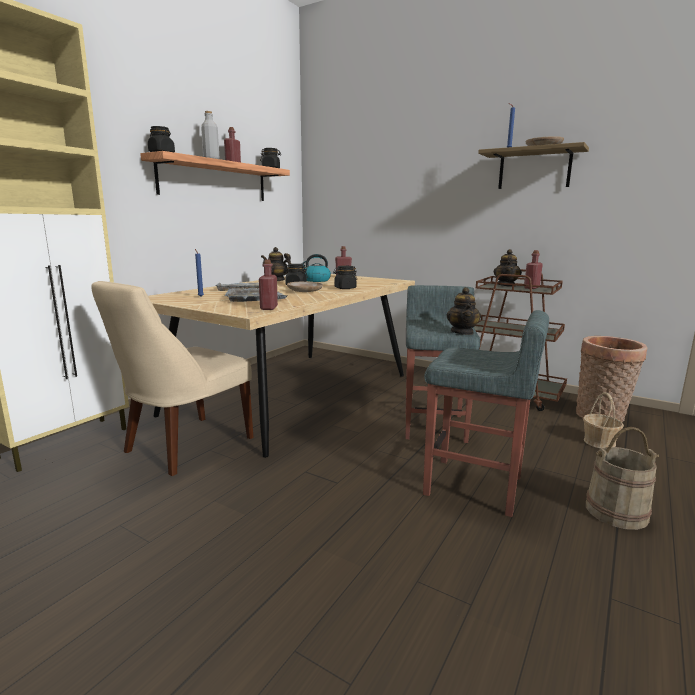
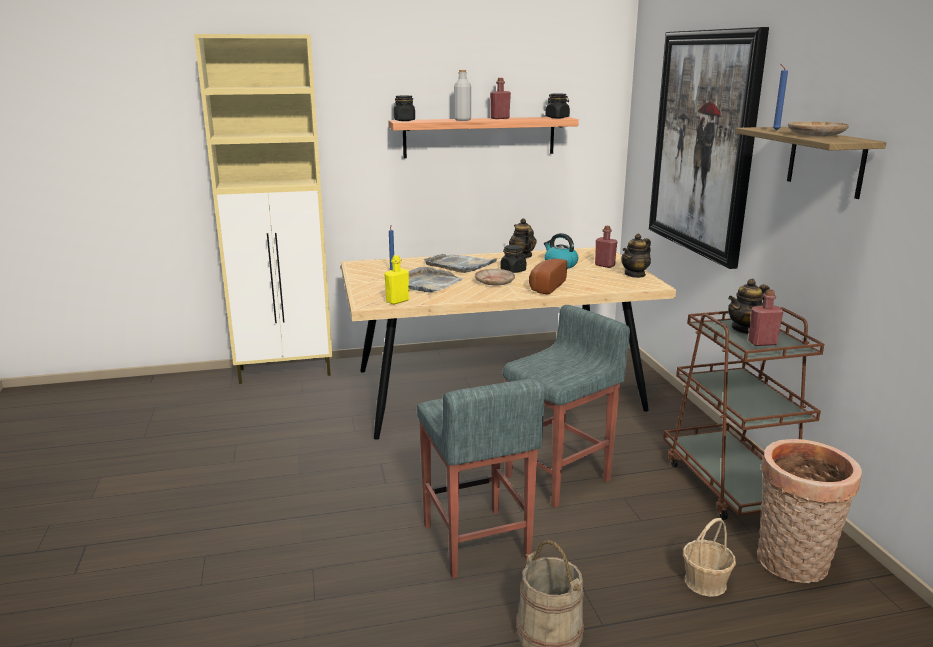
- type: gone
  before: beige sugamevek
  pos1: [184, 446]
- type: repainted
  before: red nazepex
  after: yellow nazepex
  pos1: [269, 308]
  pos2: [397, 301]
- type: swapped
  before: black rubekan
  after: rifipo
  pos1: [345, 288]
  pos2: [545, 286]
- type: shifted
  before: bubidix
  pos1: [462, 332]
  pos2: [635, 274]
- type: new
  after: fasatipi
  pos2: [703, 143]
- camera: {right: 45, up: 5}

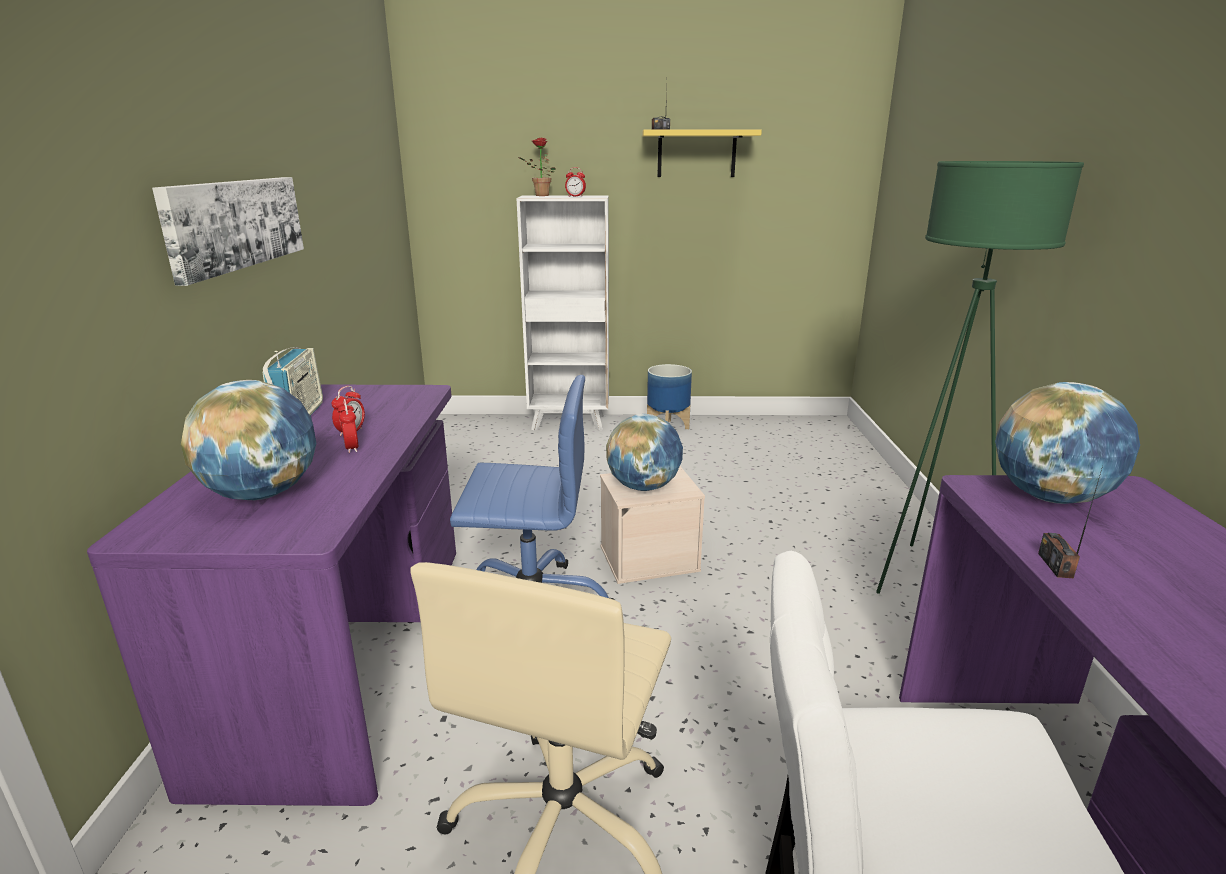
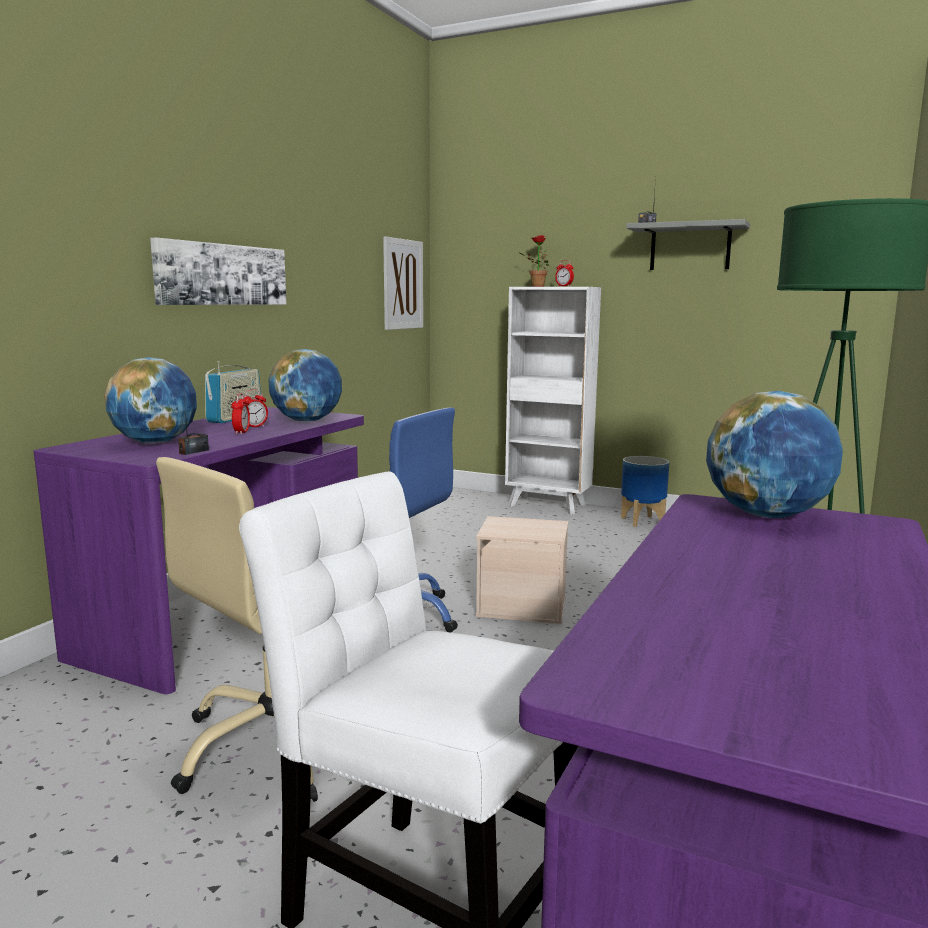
- type: shifted
  before: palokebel
  pos1: [644, 487]
  pos2: [307, 421]
- type: repainted
  before: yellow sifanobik
  after: grey sifanobik
  pos1: [696, 154]
  pos2: [690, 247]
- type: shifted
  before: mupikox
  pos1: [1055, 565]
  pos2: [194, 452]
- type: new
  after: fasatipi
  pos2: [402, 284]
- camera: {right: 25, up: -10}

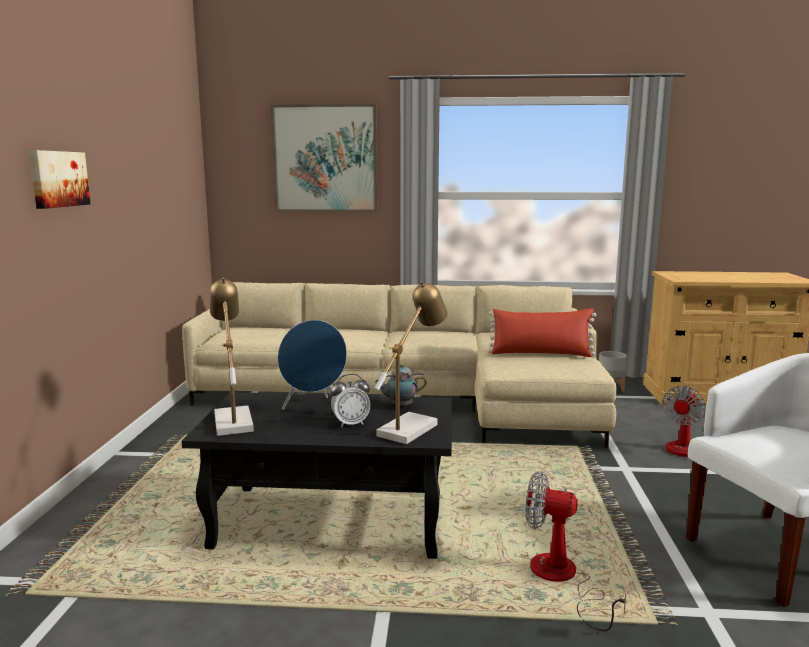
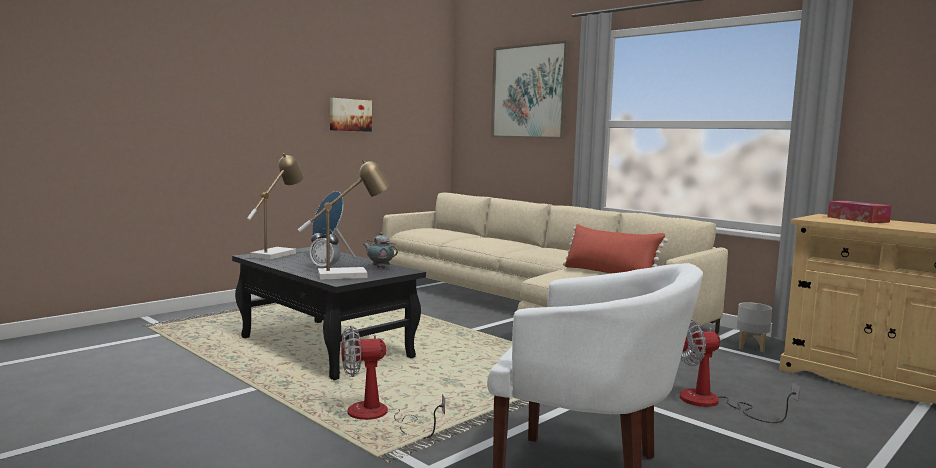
- type: shifted
  before: fasatipi
  pos1: [58, 179]
  pos2: [350, 115]
- type: rotated
  before: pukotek
  pos1: [562, 580]
  pos2: [379, 417]
  turn: -75
- type: new
  after: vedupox
  pos2: [857, 219]
- camera: {right: 40, up: -5}

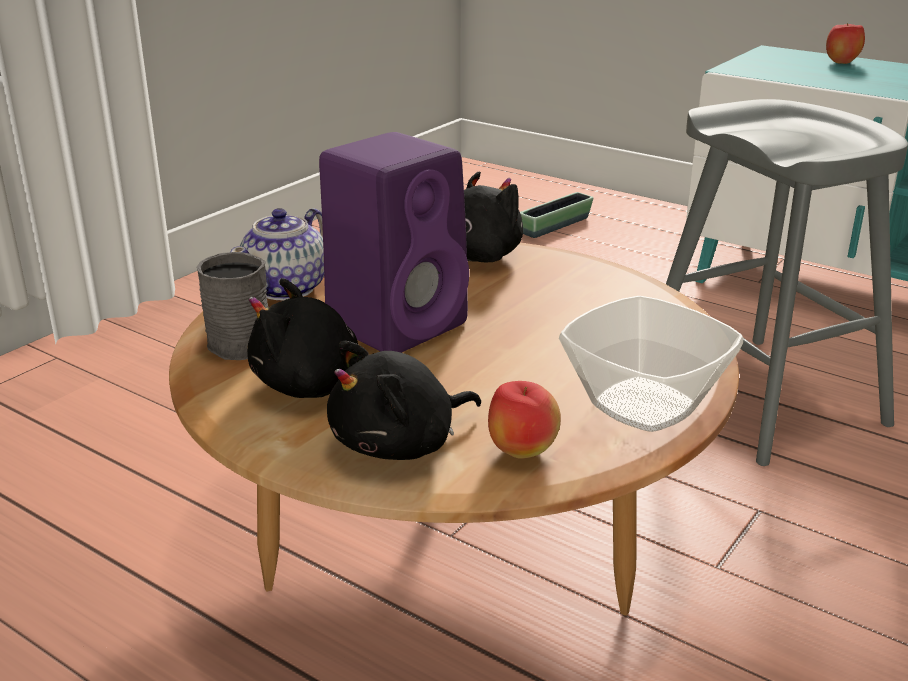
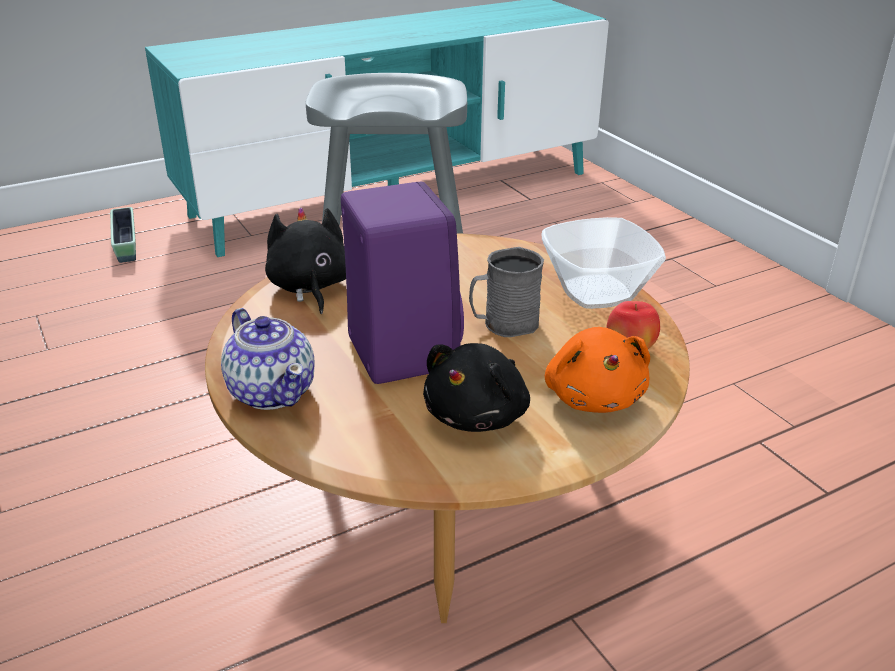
- type: shifted
  before: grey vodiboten
  pos1: [234, 341]
  pos2: [503, 324]
- type: repainted
  before: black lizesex
  after: orange lizesex
  pos1: [400, 444]
  pos2: [593, 396]
- type: shifted
  before: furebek
  pos1: [555, 226]
  pos2: [126, 245]
- type: gone
  before: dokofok
  pos1: [841, 63]
- camera: {right: -65, up: 5}

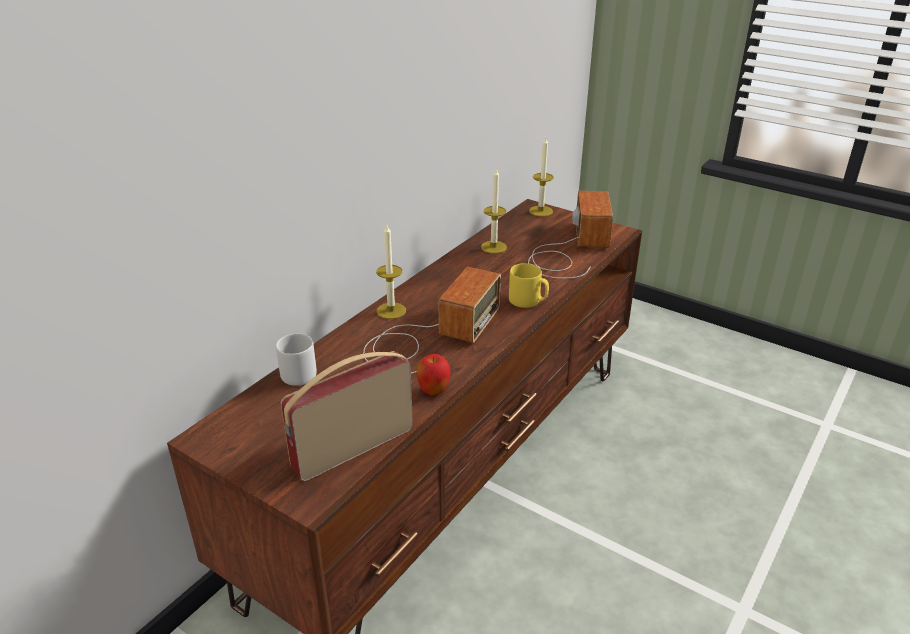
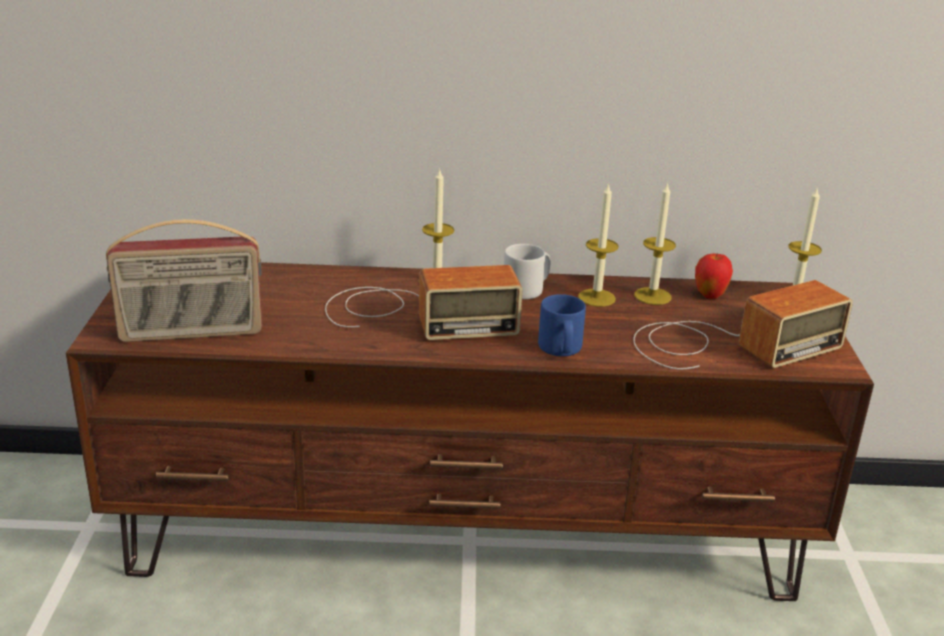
- type: shifted
  before: grey vodiboten
  pos1: [299, 372]
  pos2: [527, 290]
- type: rotated
  before: mupikox
  pos1: [352, 447]
  pos2: [191, 333]
  turn: 150
- type: shifted
  before: dokofok
  pos1: [433, 392]
  pos2: [710, 296]
- type: repainted
  before: yellow vodiboten
  after: blue vodiboten
  pos1: [528, 301]
  pos2: [561, 349]
- type: new
  after: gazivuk
  pos2: [596, 298]
- camera: {right: 55, up: -5}

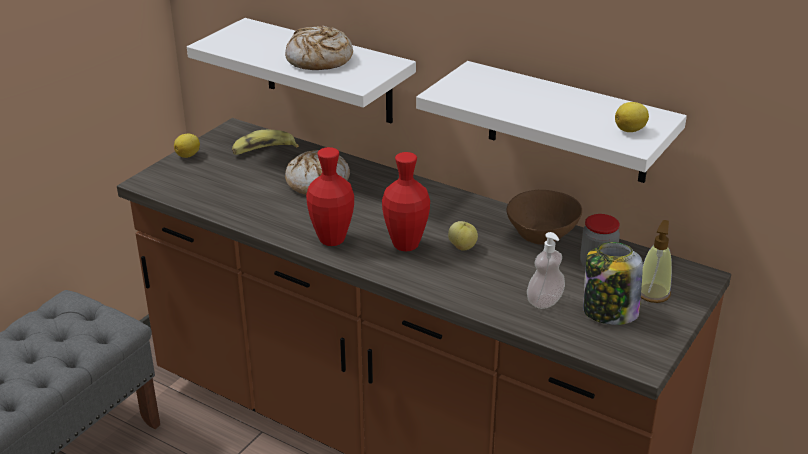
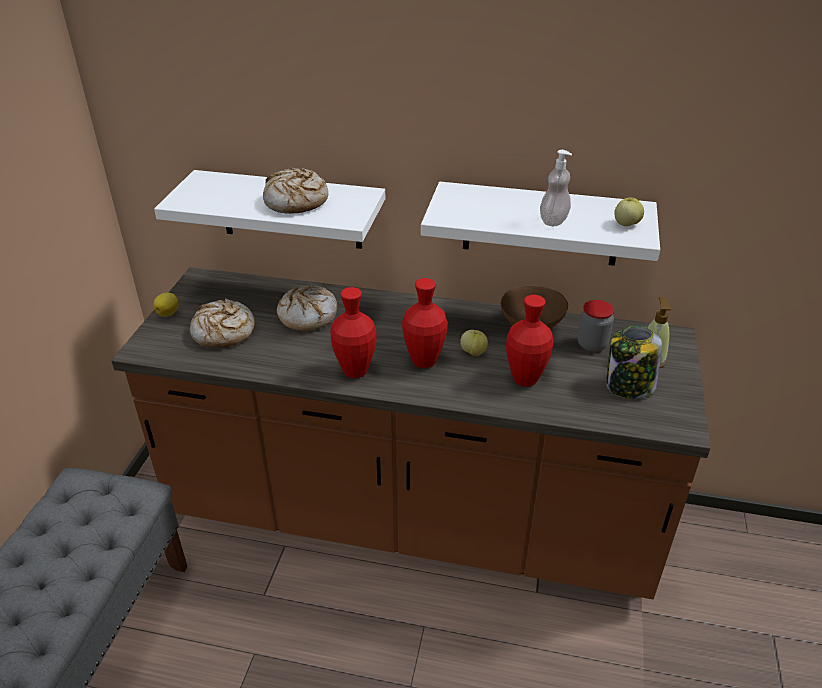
- type: gone
  before: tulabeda
  pos1: [263, 150]
- type: shifted
  before: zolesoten
  pos1: [544, 301]
  pos2: [553, 221]
- type: swapped
  before: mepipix
  after: dokofok
  pos1: [631, 130]
  pos2: [626, 224]
- type: new
  after: rifipo
  pos2: [223, 332]
- type: new
  after: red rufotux
  pos2: [525, 380]
- camera: {right: -20, up: 5}

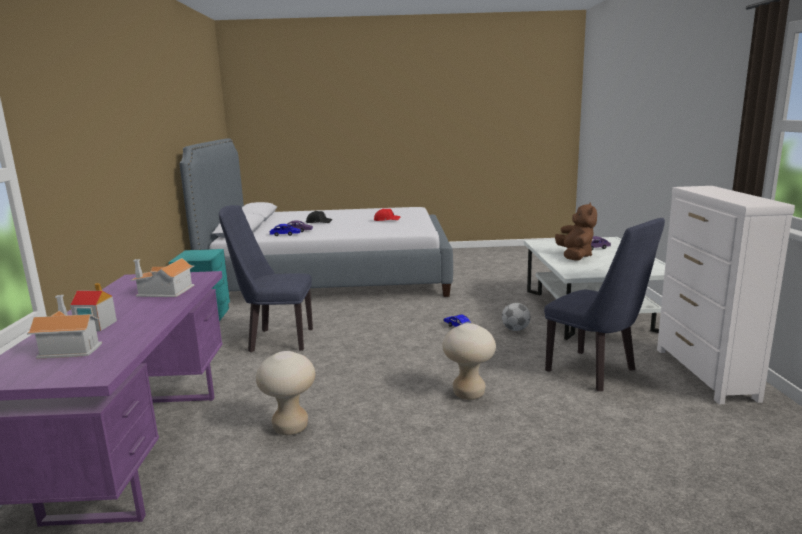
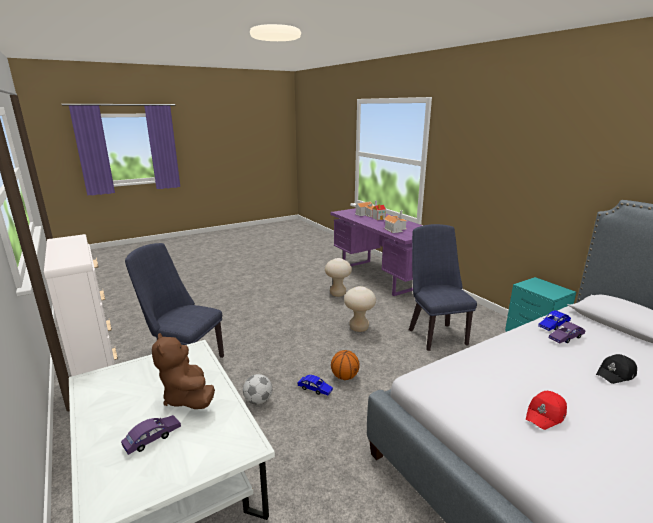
- type: rotated
  before: blue sugamevek
  pos1: [275, 340]
  pos2: [435, 334]
  turn: -75
- type: shifted
  before: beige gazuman
  pos1: [468, 394]
  pos2: [359, 328]
- type: new
  after: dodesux
  pos2: [345, 377]
- camera: {right: 150, up: 5}

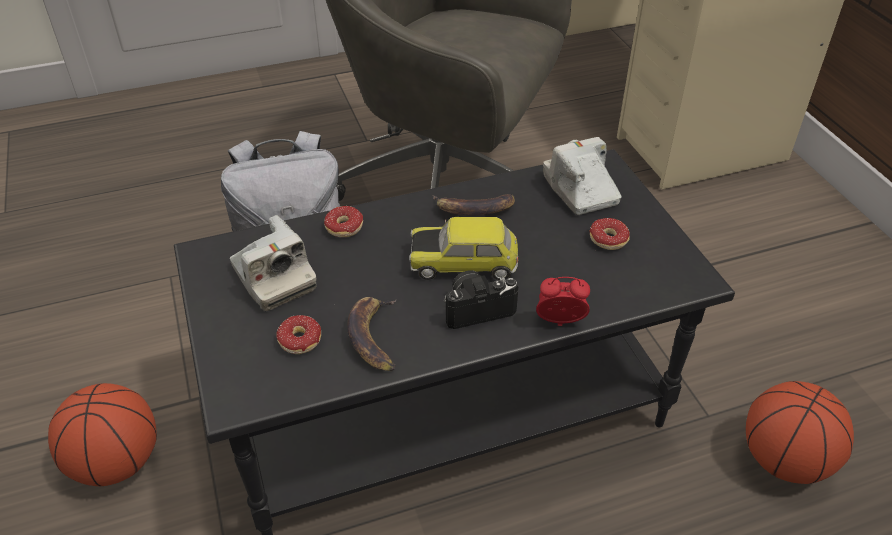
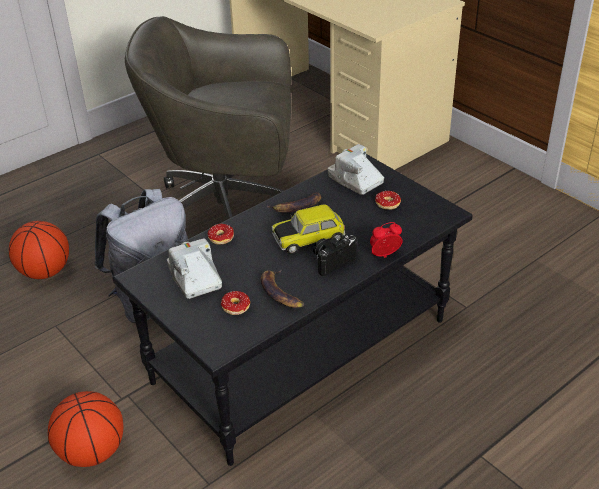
- type: rotated
  before: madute
  pos1: [274, 278]
  pos2: [195, 278]
  turn: -150
- type: shifted
  before: dodesux
  pos1: [784, 461]
  pos2: [45, 272]
- camera: {right: -20, up: -5}

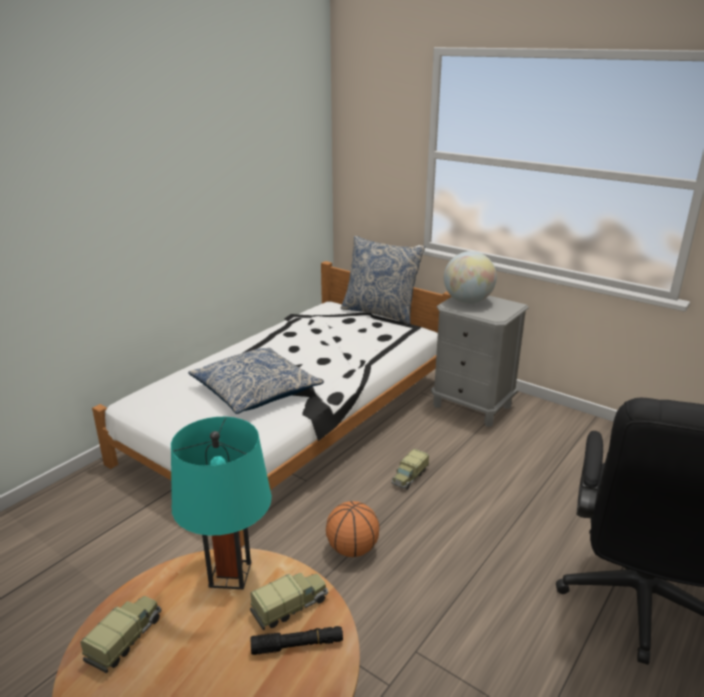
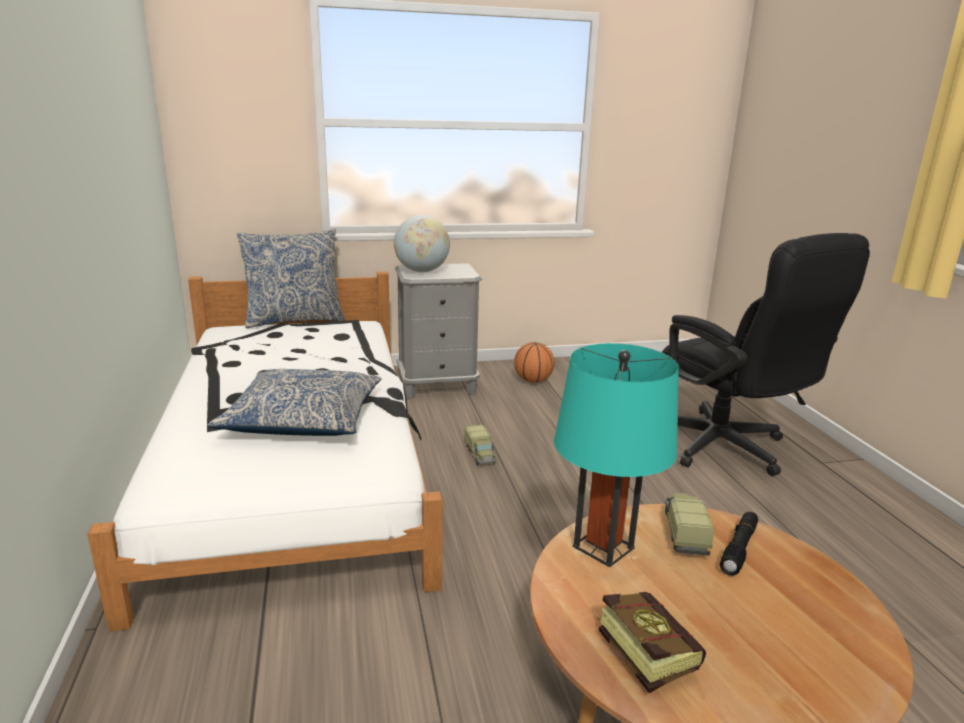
- type: swapped
  before: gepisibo
  after: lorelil
  pos1: [126, 639]
  pos2: [639, 650]
- type: shifted
  before: dodesux
  pos1: [352, 549]
  pos2: [533, 381]
- camera: {right: -50, up: -5}

